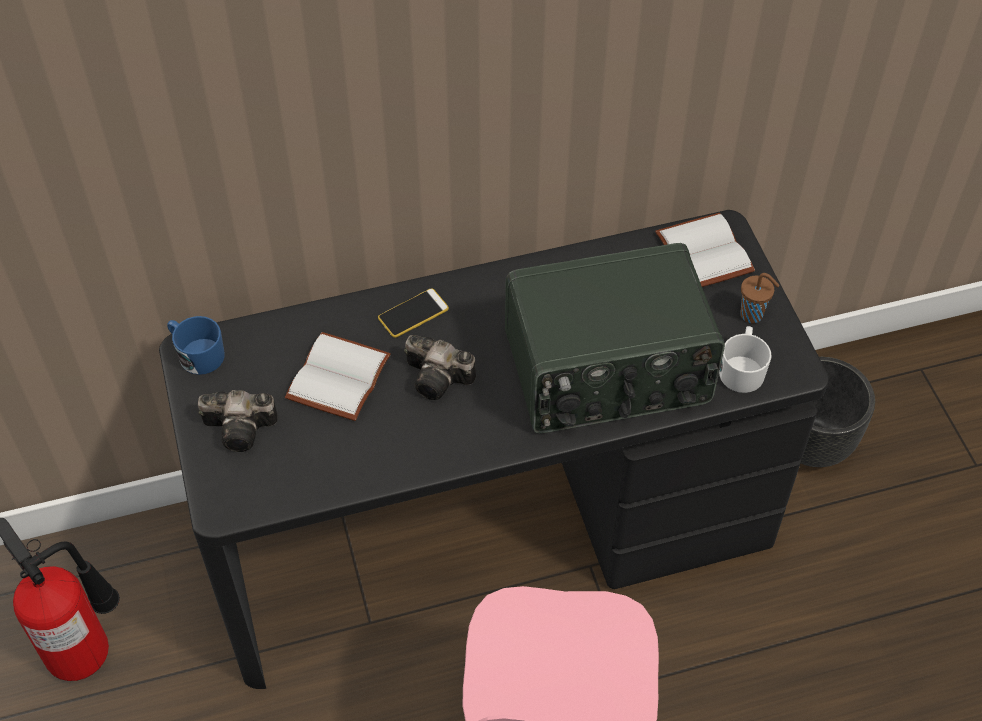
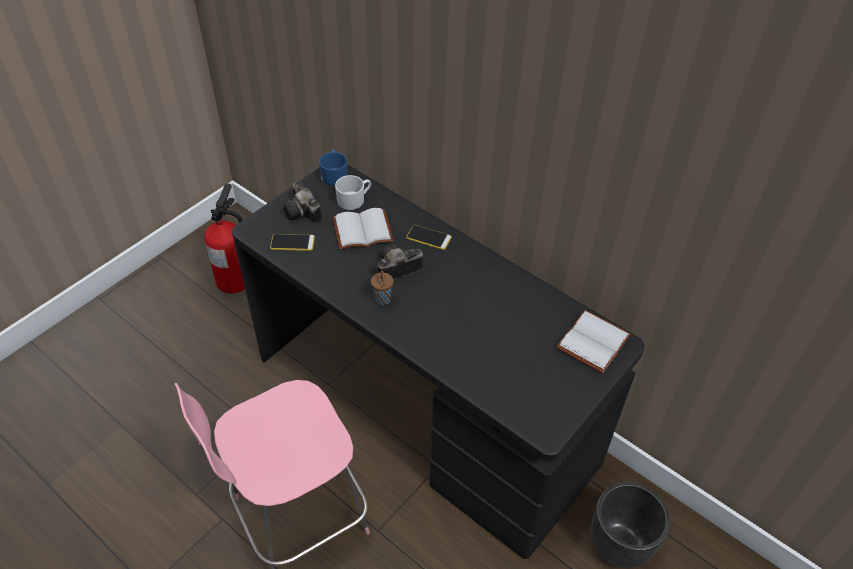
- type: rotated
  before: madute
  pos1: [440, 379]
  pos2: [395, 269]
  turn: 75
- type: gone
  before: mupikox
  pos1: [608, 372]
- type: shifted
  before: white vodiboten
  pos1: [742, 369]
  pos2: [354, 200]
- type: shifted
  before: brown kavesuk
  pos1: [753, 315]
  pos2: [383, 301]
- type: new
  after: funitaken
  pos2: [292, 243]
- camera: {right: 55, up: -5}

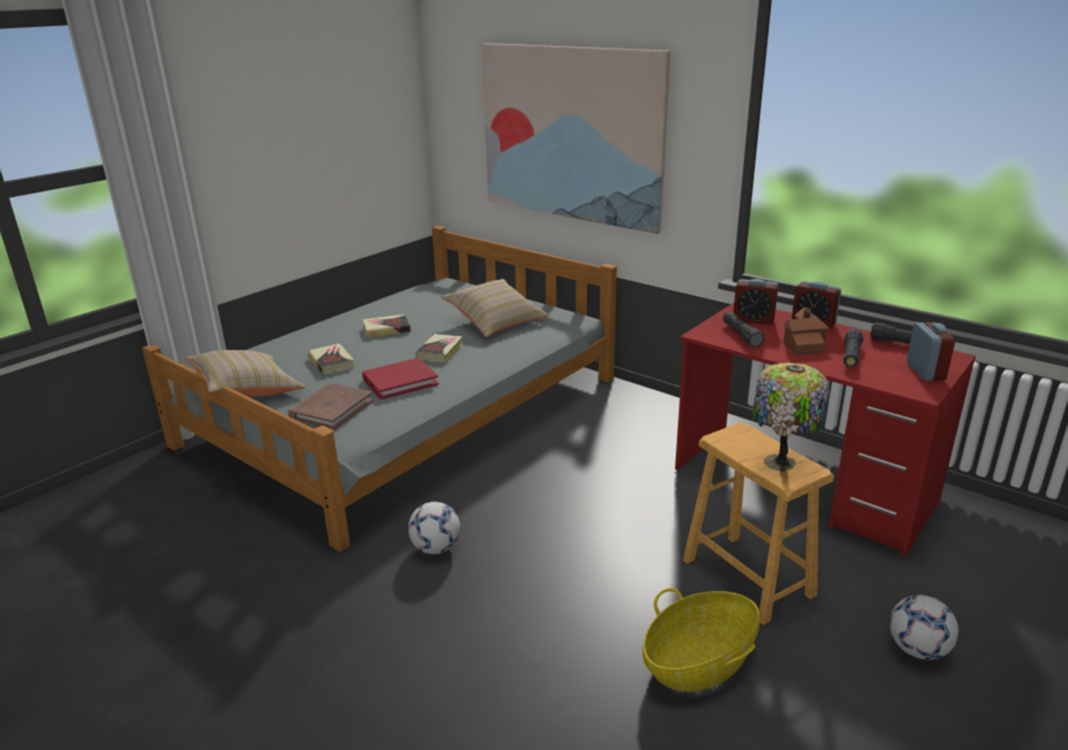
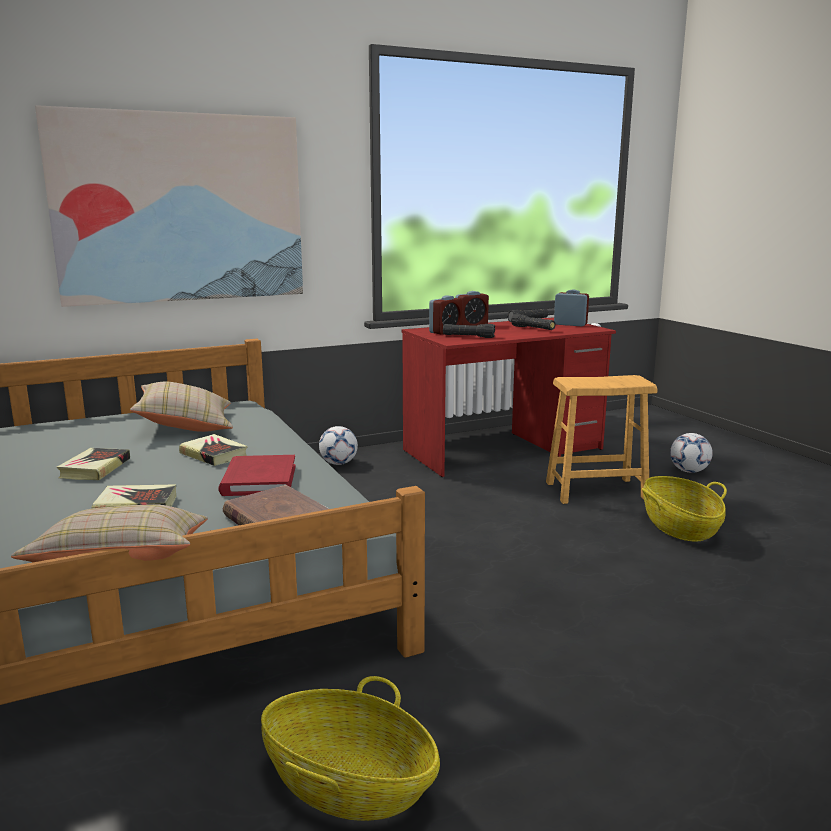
- type: shifted
  before: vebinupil
  pos1: [436, 548]
  pos2: [338, 463]
- type: gone
  before: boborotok
  pos1: [780, 464]
- type: gone
  before: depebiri
  pos1: [803, 343]
- type: new
  after: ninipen
  pos2: [349, 785]
- camera: {right: -65, up: -10}

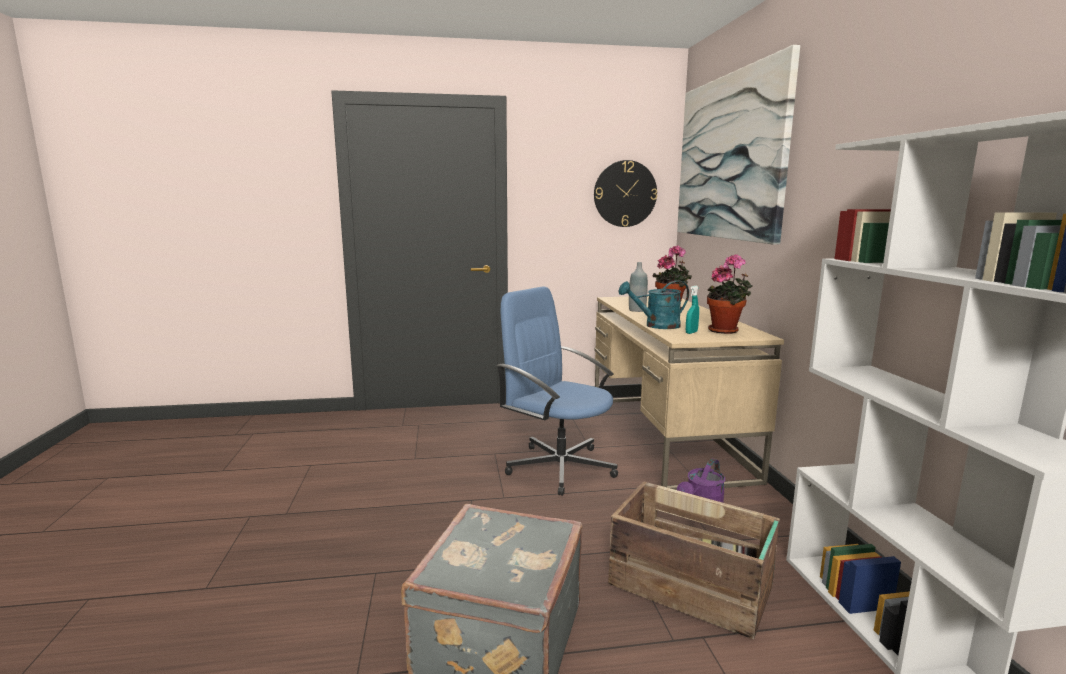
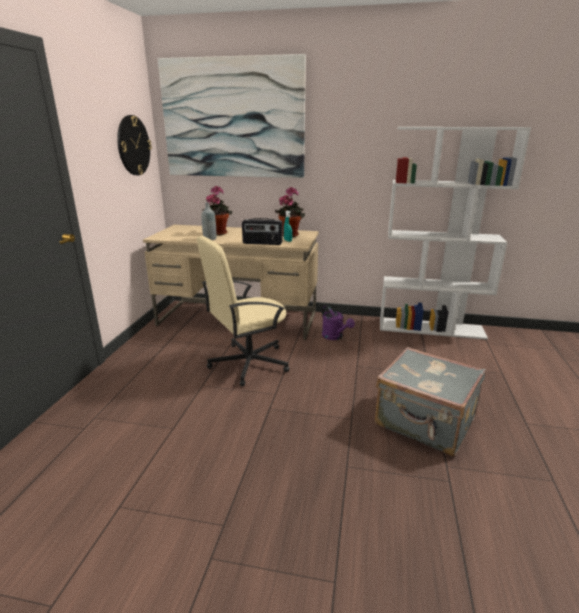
- type: repainted
  before: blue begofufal
  after: beige begofufal
  pos1: [559, 467]
  pos2: [248, 363]
- type: gone
  before: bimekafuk
  pos1: [692, 587]
- type: swapped
  before: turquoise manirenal
  after: mupikox
  pos1: [656, 326]
  pos2: [262, 243]
- camera: {right: -70, up: 10}

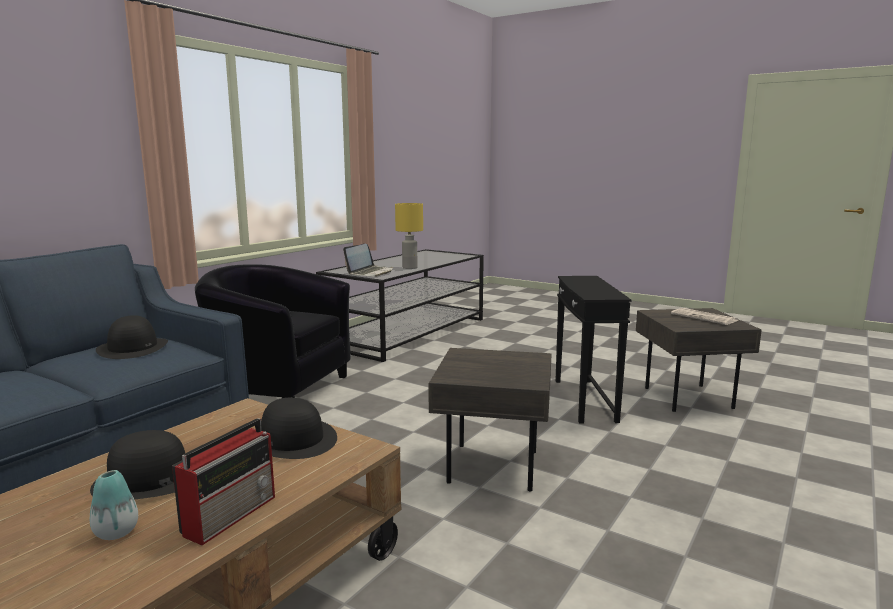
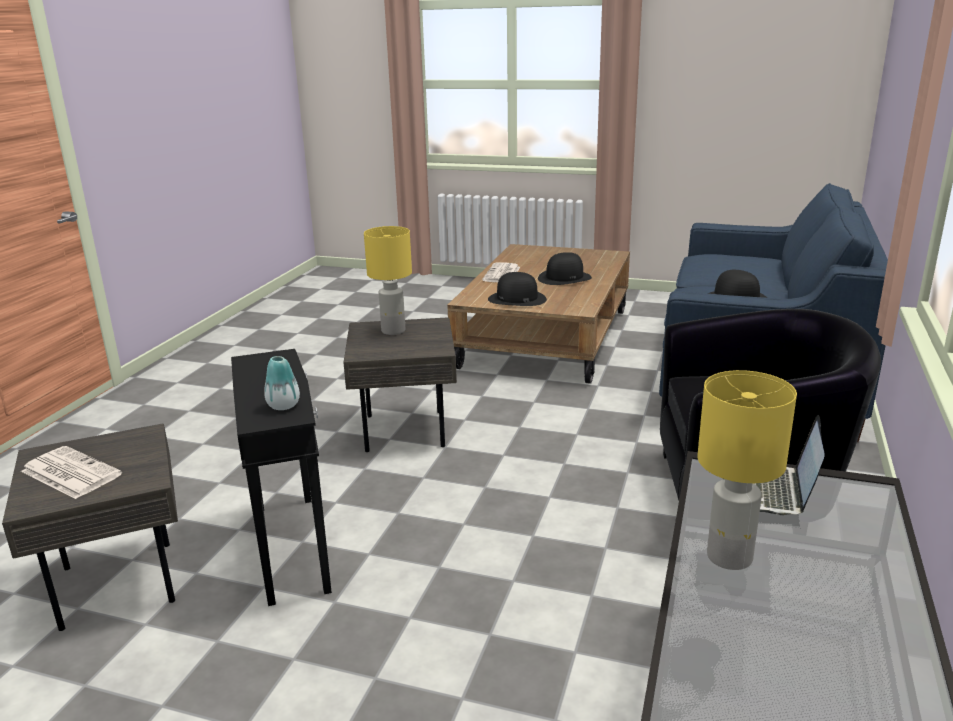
- type: shifted
  before: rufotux
  pos1: [116, 532]
  pos2: [283, 406]
- type: swapped
  before: mupikox
  after: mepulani
  pos1: [232, 514]
  pos2: [502, 274]
- type: new
  after: yellow boborotok
  pos2: [393, 330]
- camera: {right: 165, up: 10}

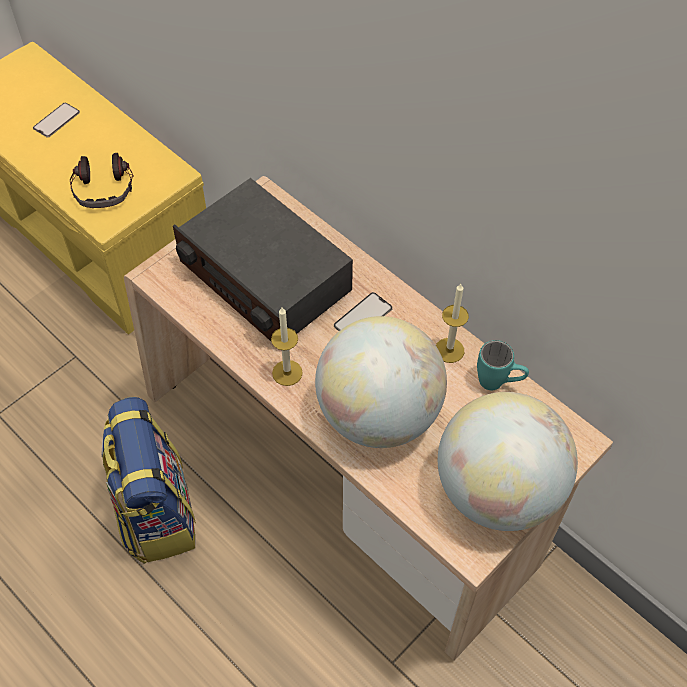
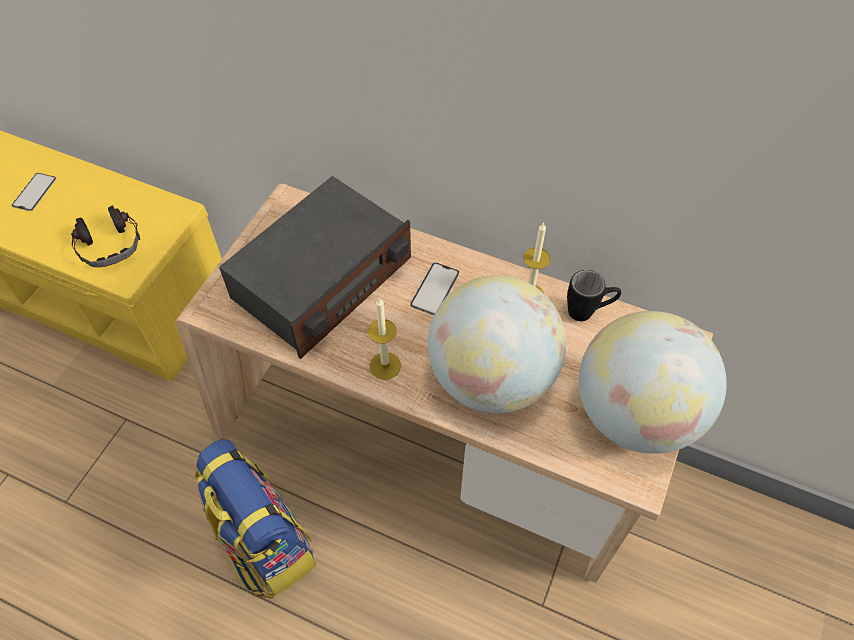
- type: rotated
  before: mupikox
  pos1: [264, 278]
  pos2: [322, 280]
  turn: -75
- type: repainted
  before: turquoise vodiboten
  after: black vodiboten
  pos1: [498, 383]
  pos2: [588, 312]
- camera: {right: -20, up: 0}

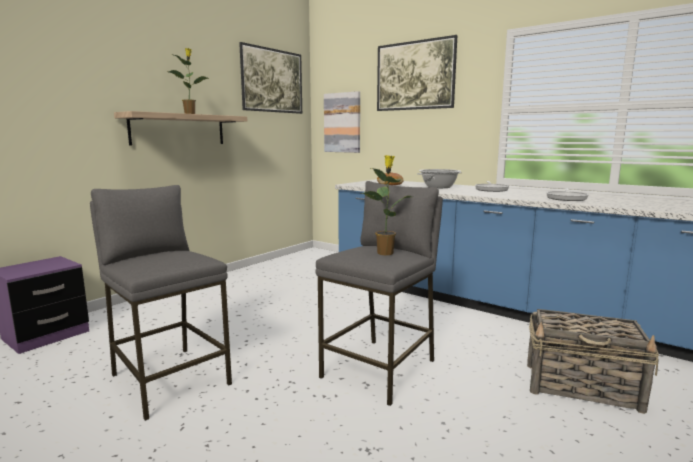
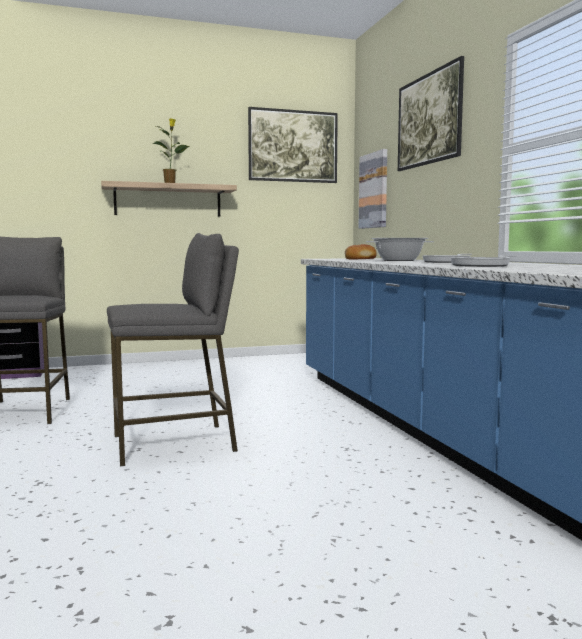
- type: gone
  before: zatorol
  pos1: [385, 253]
- type: gone
  before: ninipen
  pos1: [583, 387]
- camera: {right: 35, up: -5}

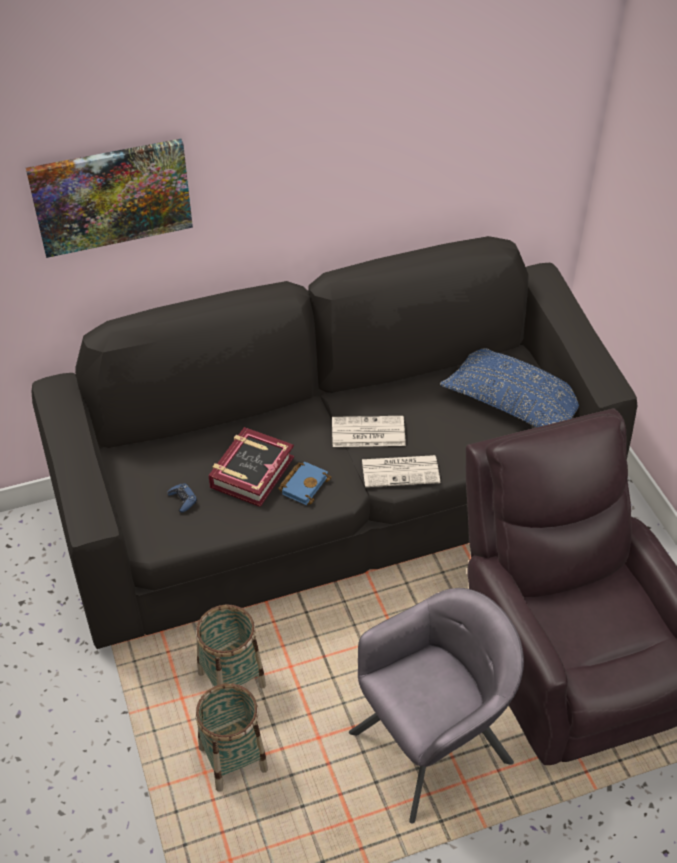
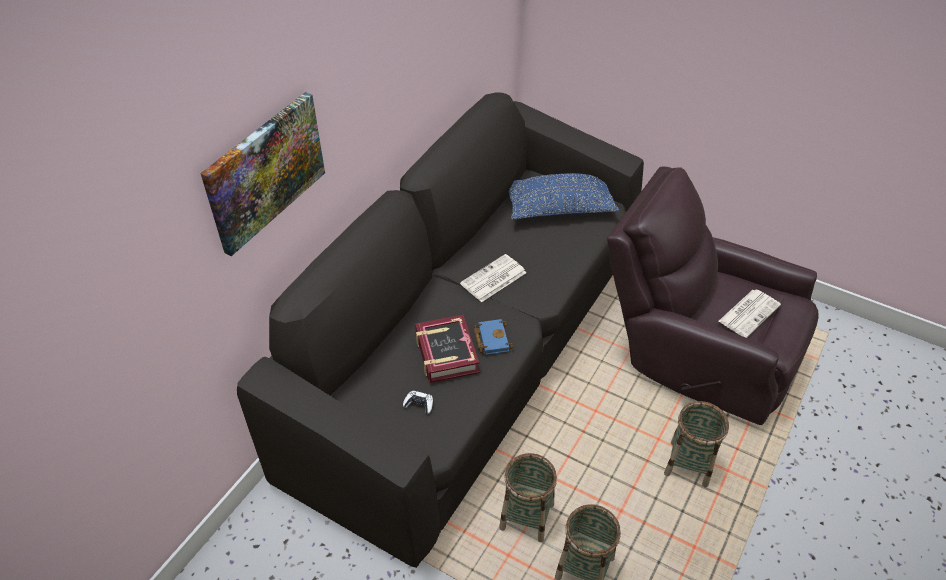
- type: repainted
  before: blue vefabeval
  after: white vefabeval
  pos1: [183, 499]
  pos2: [419, 404]
- type: swapped
  before: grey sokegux
  after: ninipen
  pos1: [432, 747]
  pos2: [689, 464]
- type: shifted
  before: mepulani
  pos1: [401, 471]
  pos2: [749, 313]
- camera: {right: -40, up: 0}

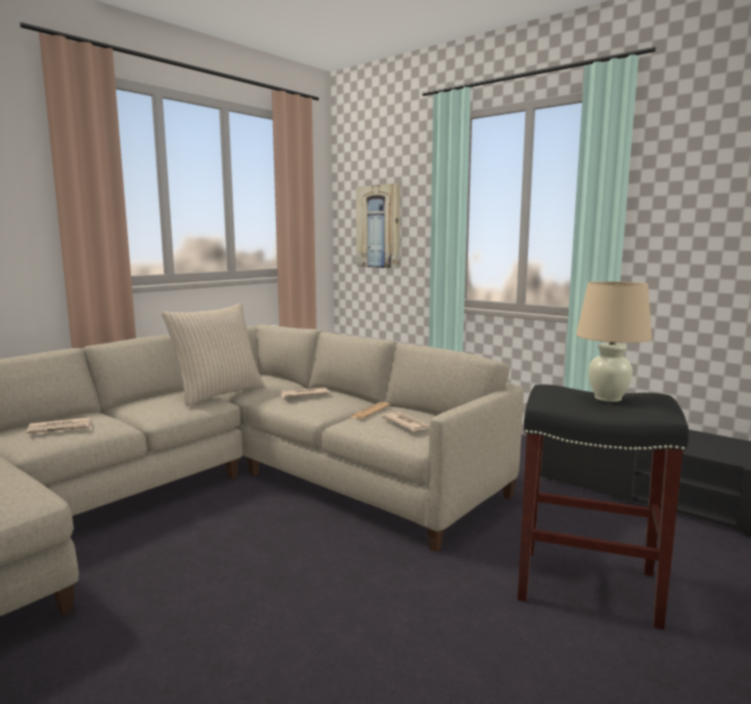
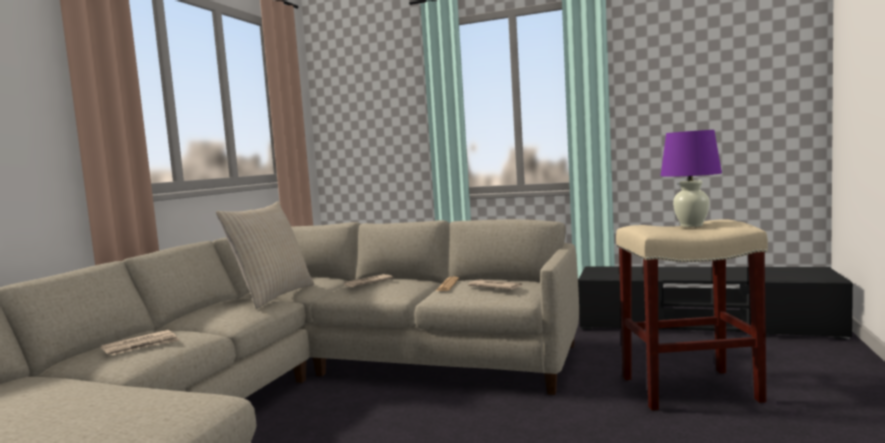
- type: gone
  before: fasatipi
  pos1: [379, 226]
- type: repainted
  before: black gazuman
  after: beige gazuman
  pos1: [589, 585]
  pos2: [690, 388]
- type: repainted
  before: beige boborotok
  after: purple boborotok
  pos1: [608, 398]
  pos2: [691, 225]
- camera: {right: -20, up: -5}

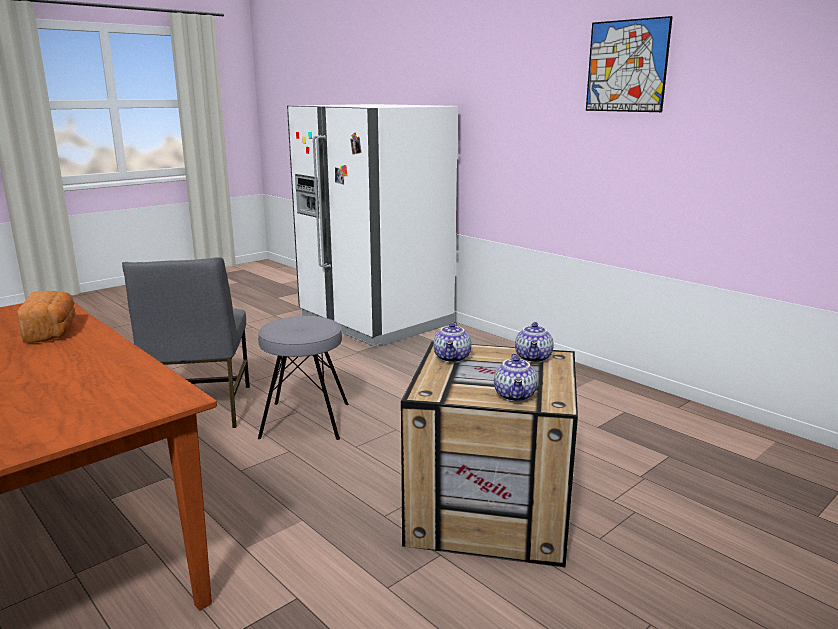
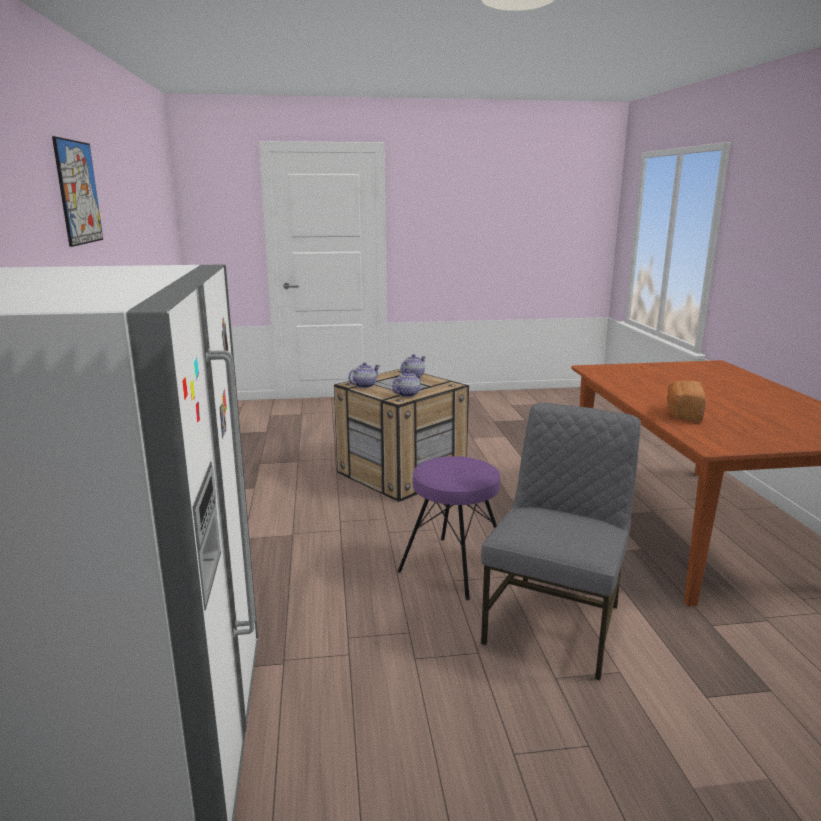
- type: repainted
  before: grey gazuman
  after: purple gazuman
  pos1: [305, 420]
  pos2: [454, 567]
- camera: {right: -145, up: 0}

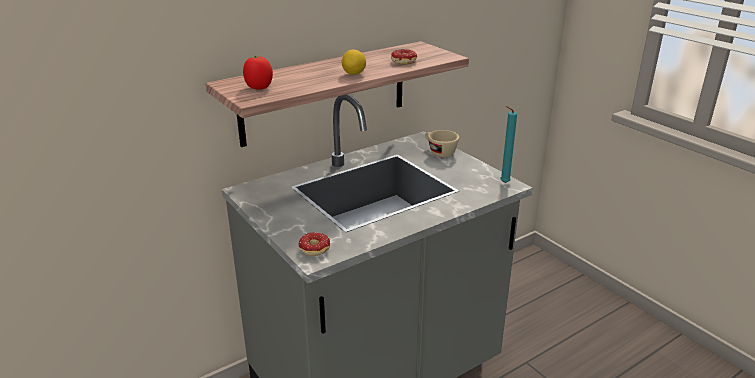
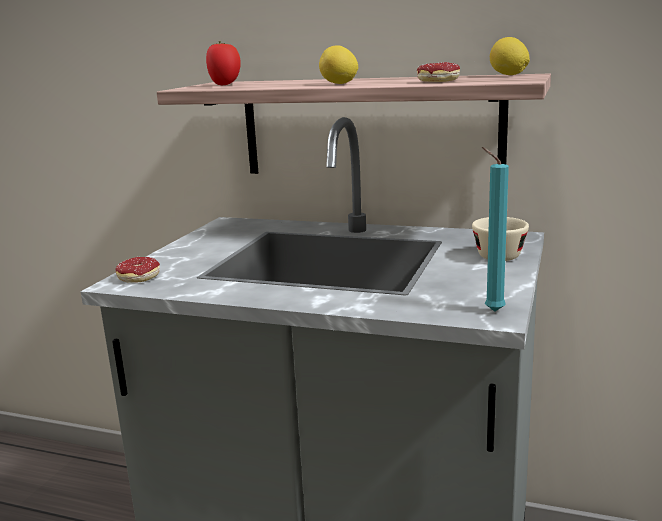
- type: new
  after: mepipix
  pos2: [508, 75]
- camera: {right: 55, up: -10}

